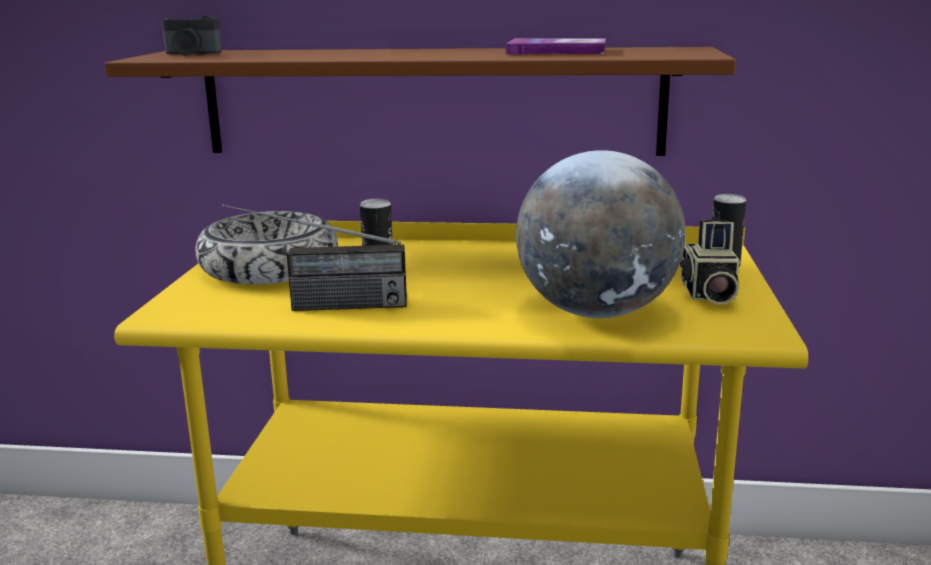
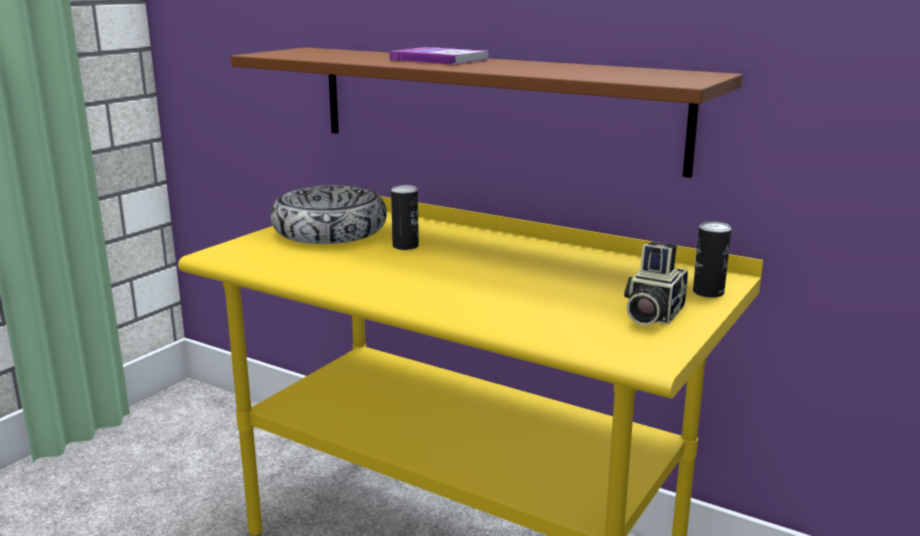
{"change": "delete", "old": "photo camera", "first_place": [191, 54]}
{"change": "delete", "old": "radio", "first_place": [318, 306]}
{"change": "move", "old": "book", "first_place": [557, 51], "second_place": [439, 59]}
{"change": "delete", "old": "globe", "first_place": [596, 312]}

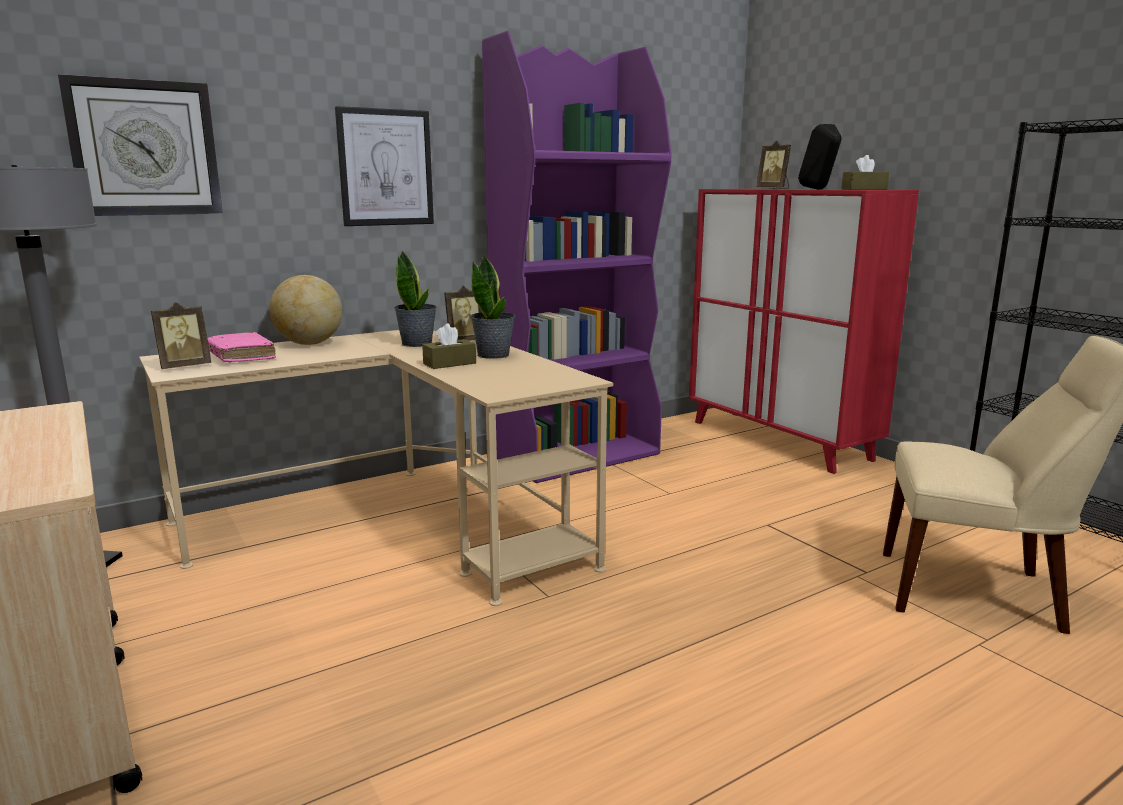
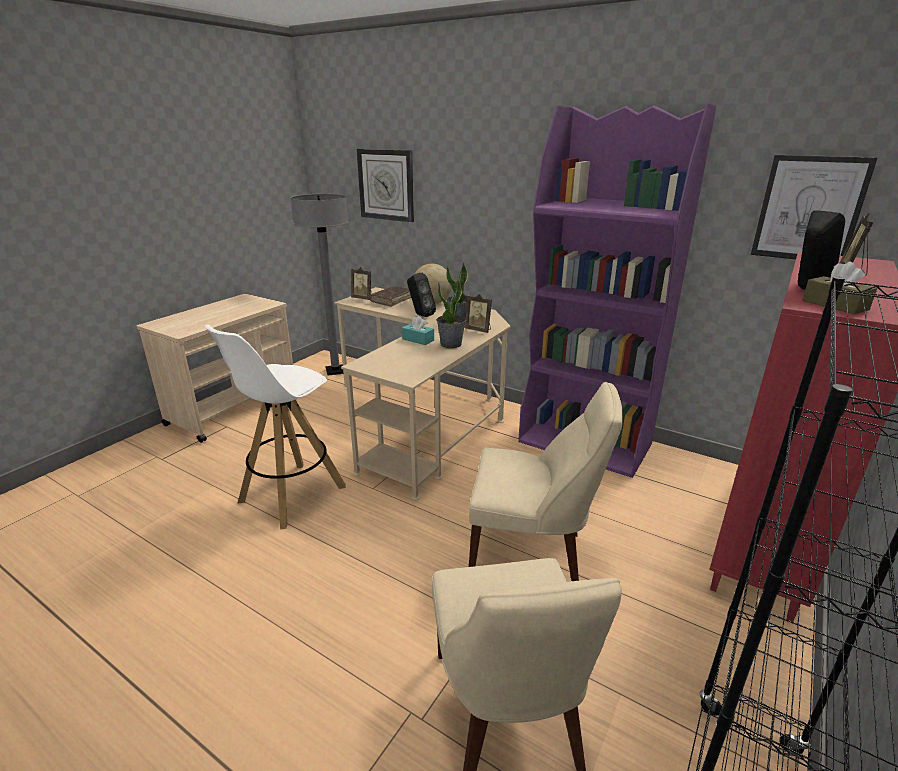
{"change": "recolor", "old": "pink book", "new": "brown book", "first_place": [241, 356], "second_place": [392, 300]}
{"change": "move", "old": "picture", "first_place": [385, 168], "second_place": [809, 209]}
{"change": "recolor", "old": "brown tissue box", "new": "turquoise tissue box", "first_place": [449, 363], "second_place": [418, 340]}
{"change": "insert", "new": "white stool", "second_place": [291, 495]}
{"change": "insert", "new": "black speaker", "second_place": [420, 315]}
{"change": "insert", "new": "beige chair", "second_place": [532, 556]}

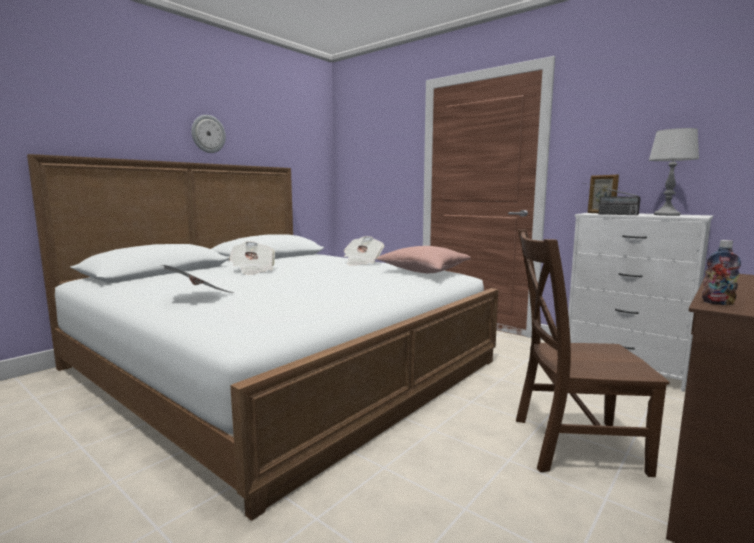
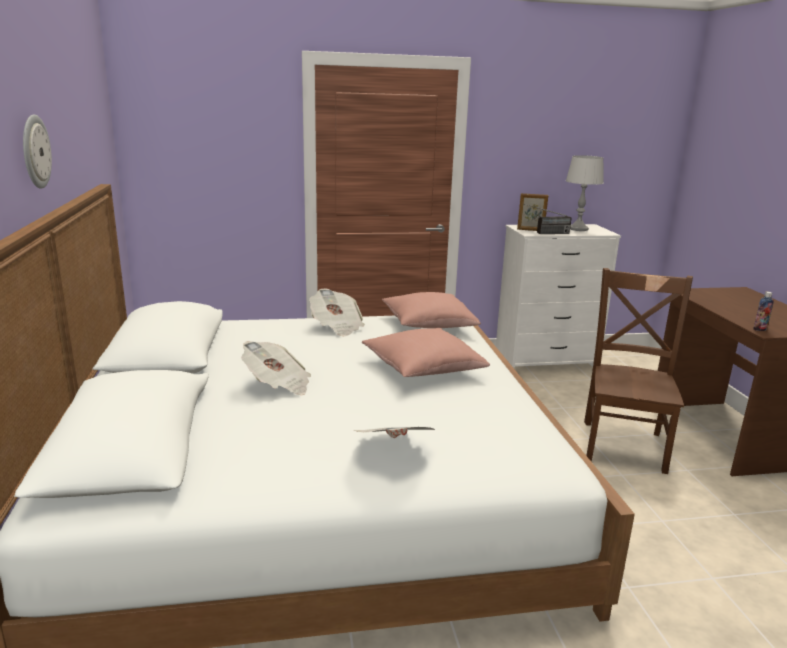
{"change": "rotate", "old": "brown chair", "first_place": [571, 444], "second_place": [624, 444], "degrees": 150}
{"change": "insert", "new": "pink pillow", "second_place": [422, 368]}

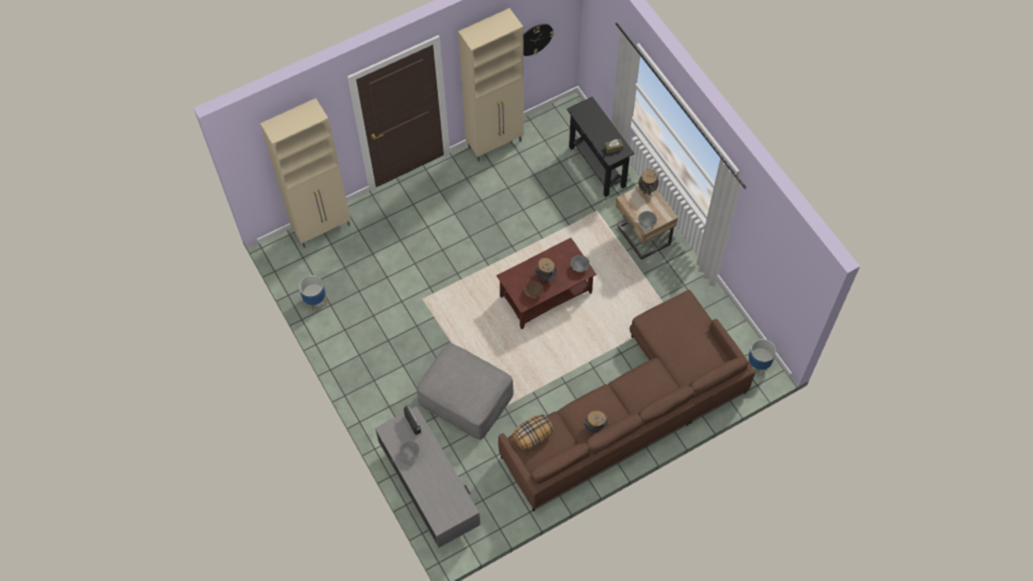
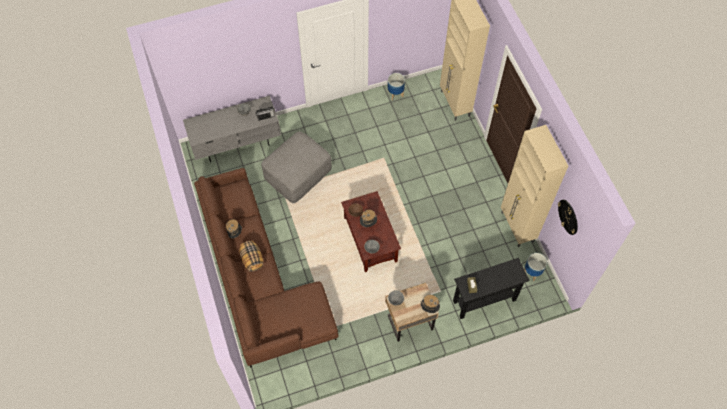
{"change": "move", "old": "pillow", "first_place": [532, 437], "second_place": [252, 259]}
{"change": "move", "old": "planter", "first_place": [758, 364], "second_place": [532, 272]}

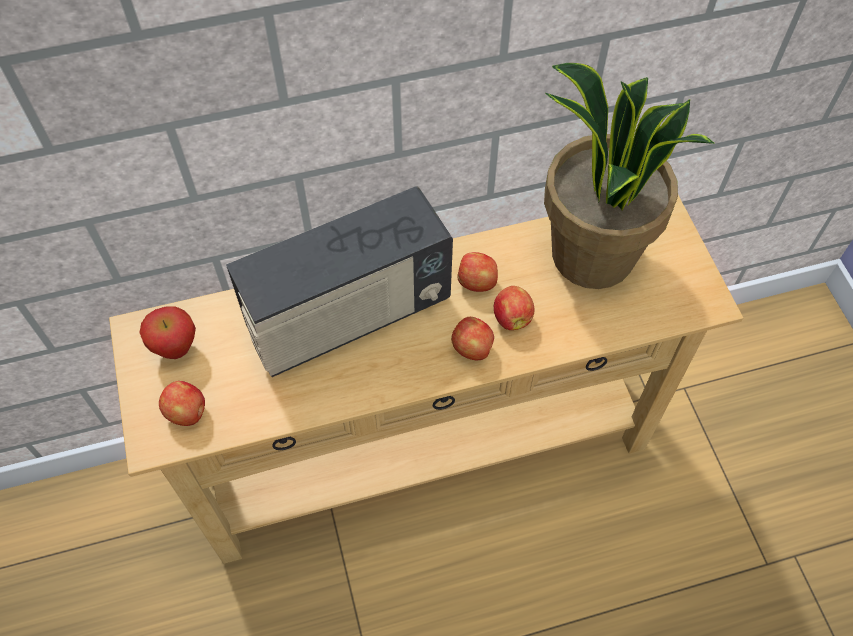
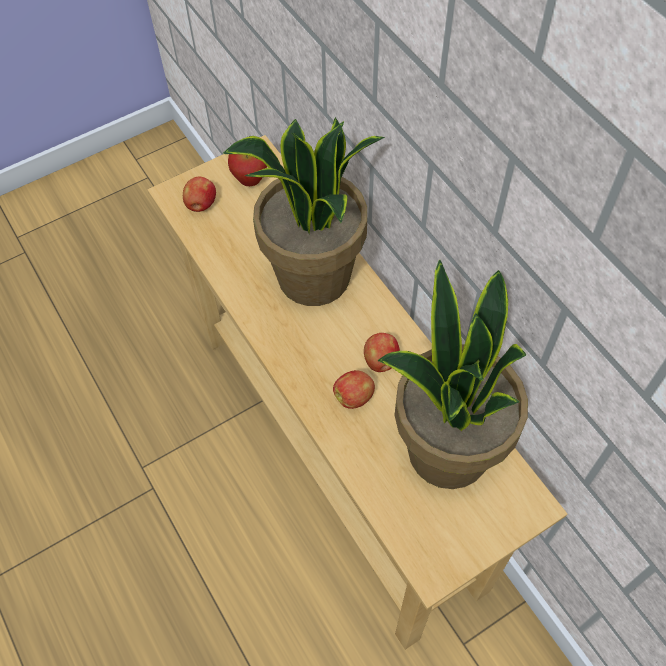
{"change": "replace", "old": "radio", "new": "potted plant", "first_place": [349, 317], "second_place": [314, 278]}
{"change": "delete", "old": "apple", "first_place": [472, 349]}

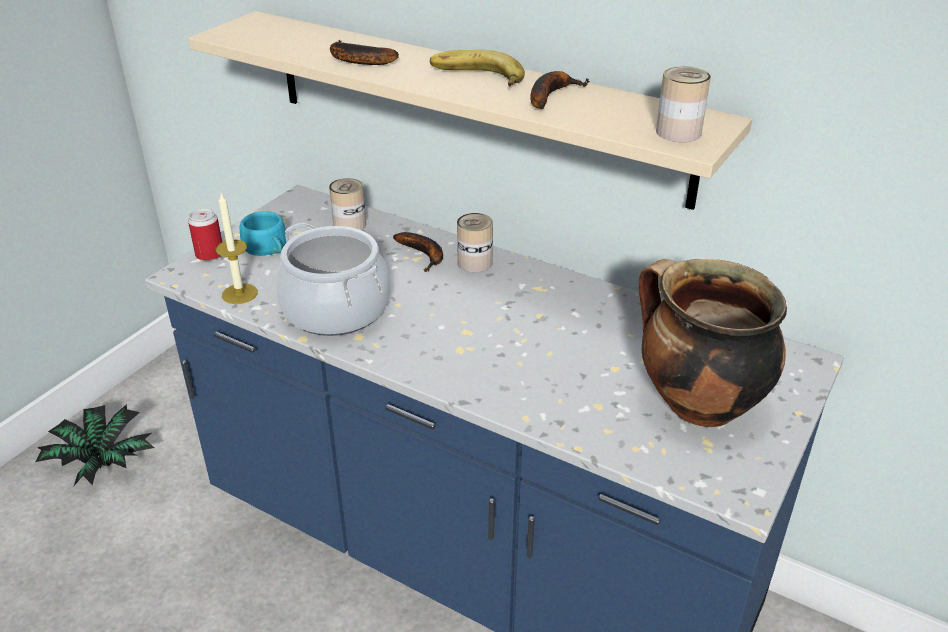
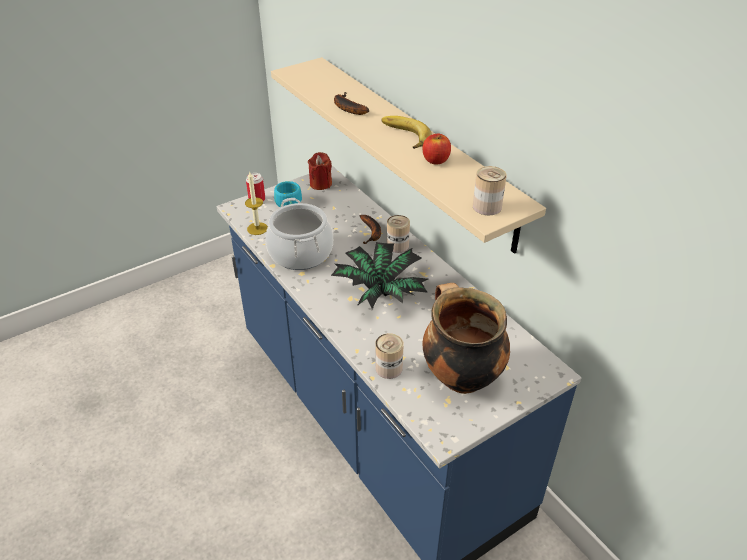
{"change": "move", "old": "potted plant", "first_place": [100, 462], "second_place": [379, 291]}
{"change": "move", "old": "can", "first_place": [349, 225], "second_place": [388, 368]}
{"change": "replace", "old": "banana", "new": "apple", "first_place": [550, 95], "second_place": [435, 160]}
{"change": "insert", "new": "red candle", "second_place": [320, 184]}

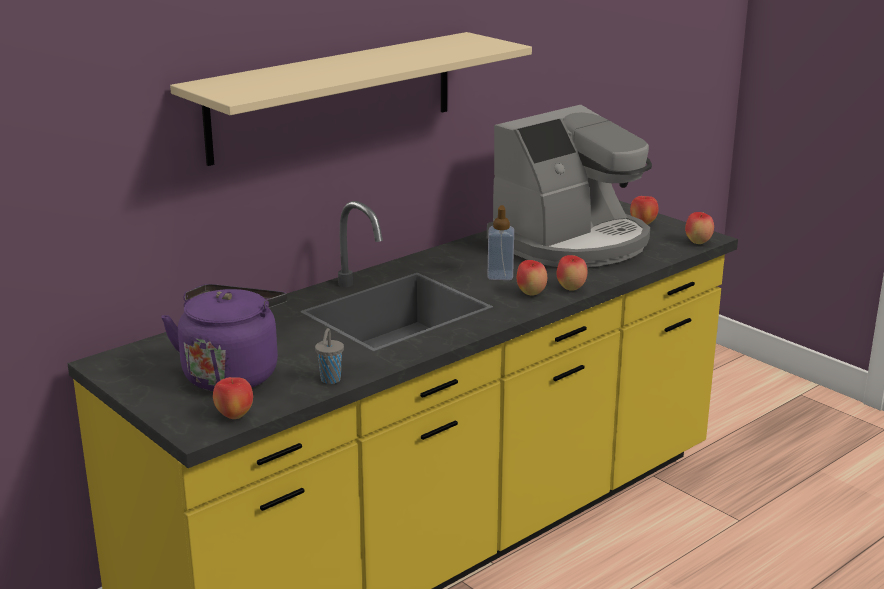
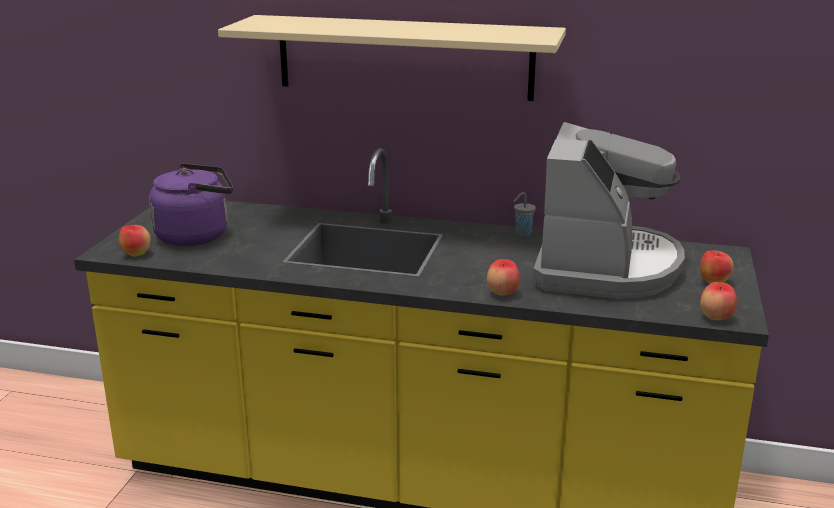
{"change": "move", "old": "grey cup", "first_place": [330, 380], "second_place": [522, 233]}
{"change": "rotate", "old": "coffee machine", "first_place": [572, 243], "second_place": [605, 267], "degrees": -90}
{"change": "delete", "old": "soap dispenser", "first_place": [500, 276]}
{"change": "delete", "old": "apple", "first_place": [531, 293]}

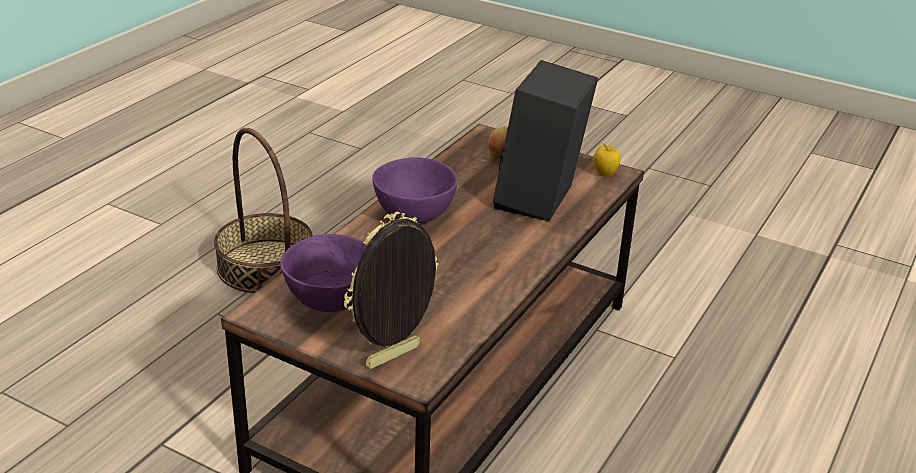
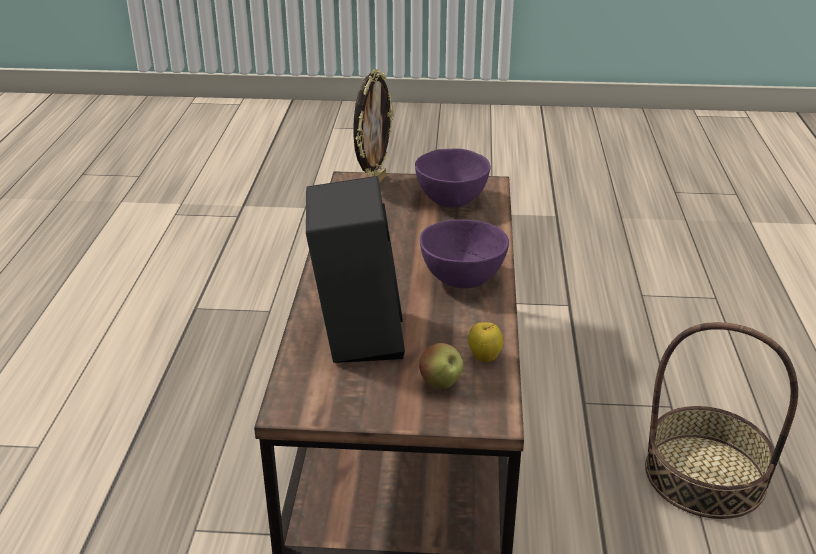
{"change": "move", "old": "apple", "first_place": [604, 174], "second_place": [484, 358]}

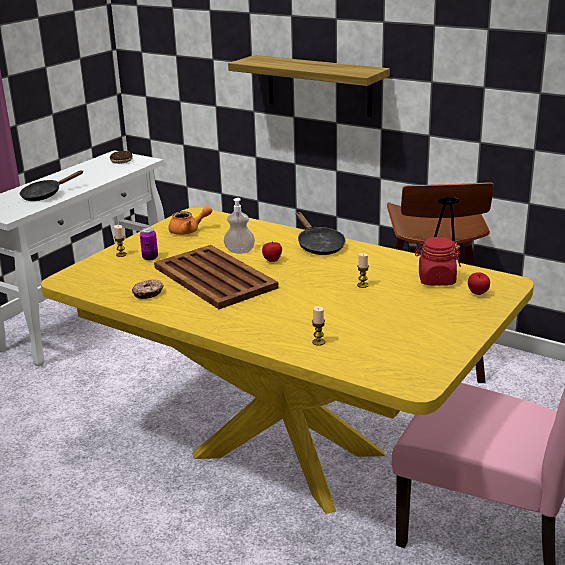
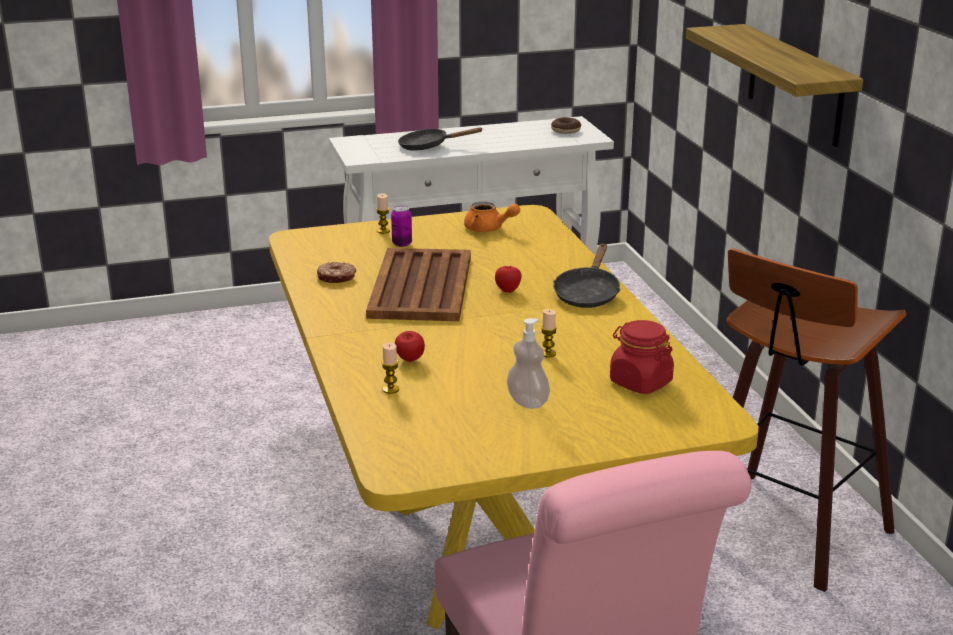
{"change": "move", "old": "soap dispenser", "first_place": [239, 251], "second_place": [527, 402]}
{"change": "move", "old": "apple", "first_place": [478, 294], "second_place": [409, 361]}

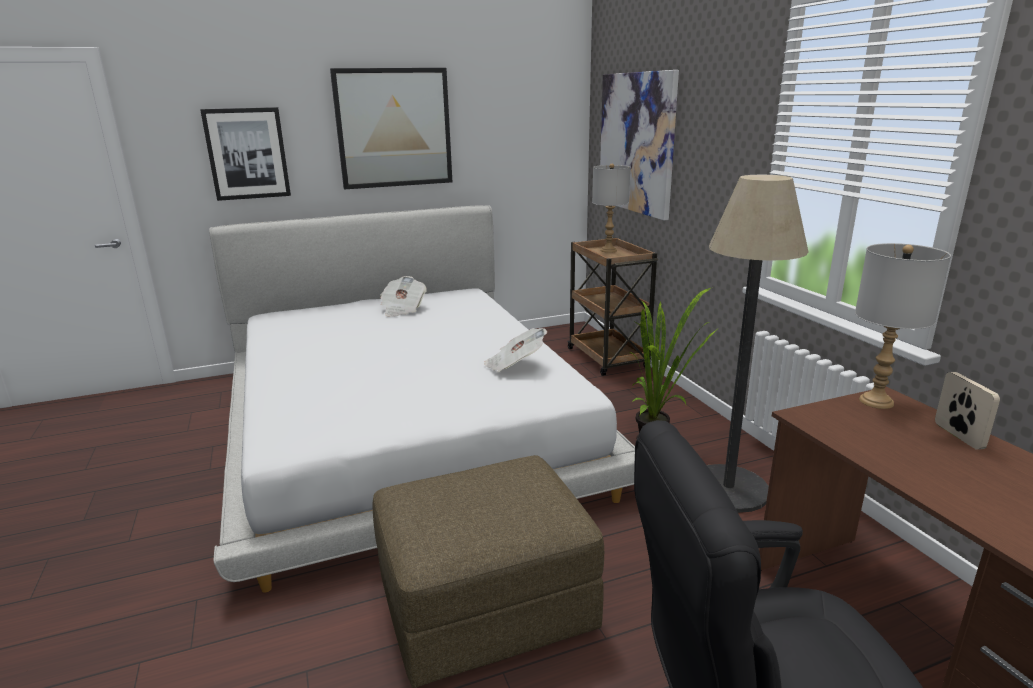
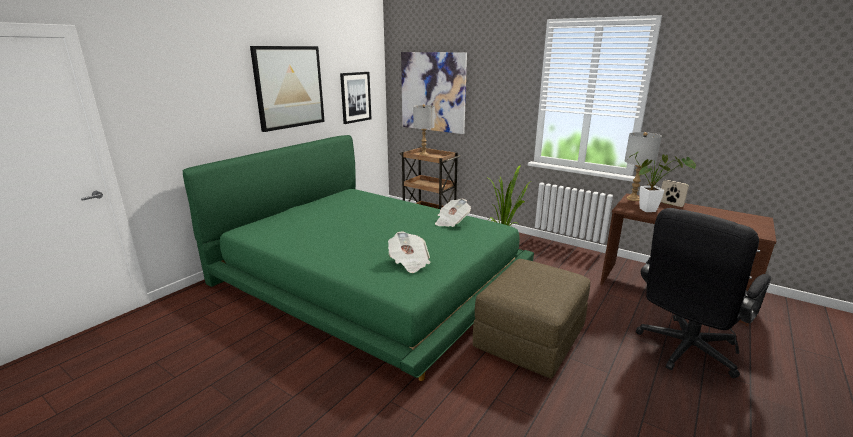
{"change": "move", "old": "picture", "first_place": [247, 154], "second_place": [355, 97]}
{"change": "recolor", "old": "white bed", "new": "green bed", "first_place": [404, 425], "second_place": [370, 279]}
{"change": "move", "old": "newspaper", "first_place": [402, 309], "second_place": [409, 262]}
{"change": "delete", "old": "floor lamp", "first_place": [728, 488]}
{"change": "insert", "new": "potted plant", "second_place": [651, 210]}

